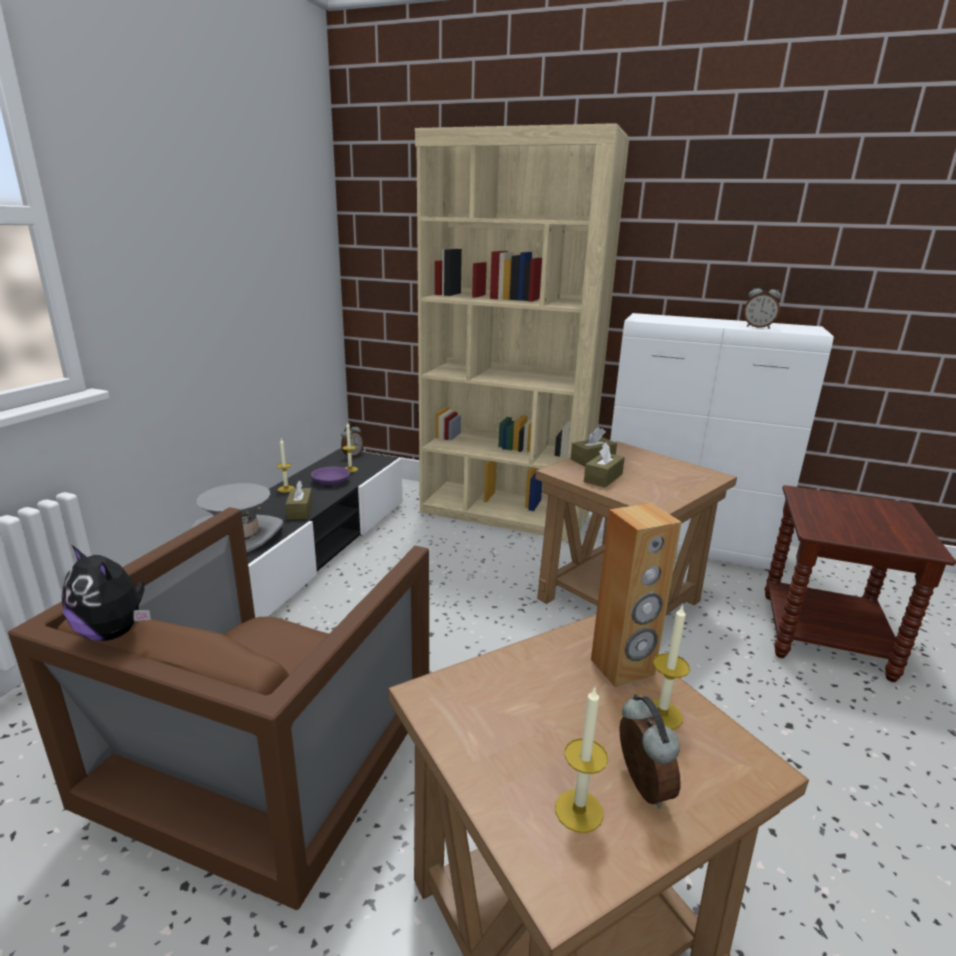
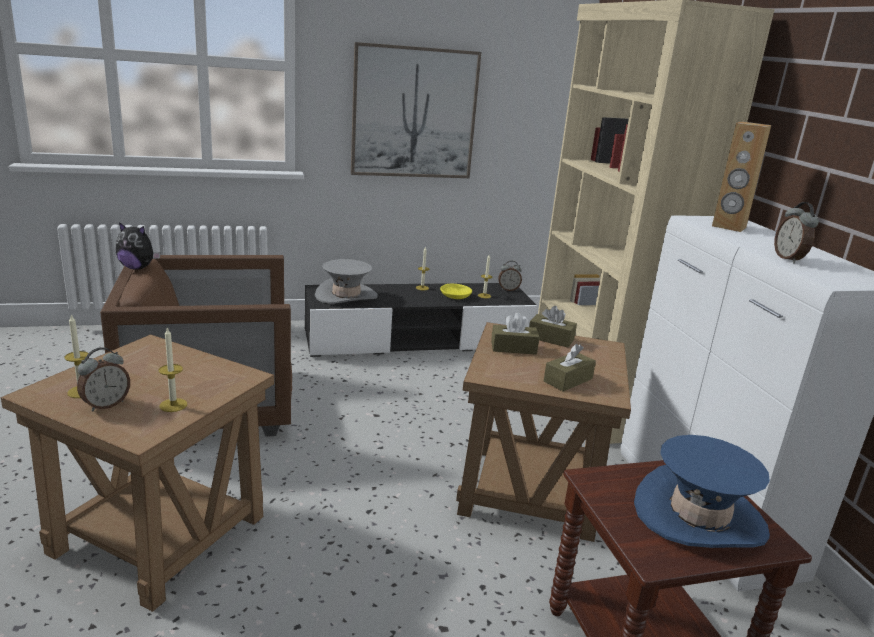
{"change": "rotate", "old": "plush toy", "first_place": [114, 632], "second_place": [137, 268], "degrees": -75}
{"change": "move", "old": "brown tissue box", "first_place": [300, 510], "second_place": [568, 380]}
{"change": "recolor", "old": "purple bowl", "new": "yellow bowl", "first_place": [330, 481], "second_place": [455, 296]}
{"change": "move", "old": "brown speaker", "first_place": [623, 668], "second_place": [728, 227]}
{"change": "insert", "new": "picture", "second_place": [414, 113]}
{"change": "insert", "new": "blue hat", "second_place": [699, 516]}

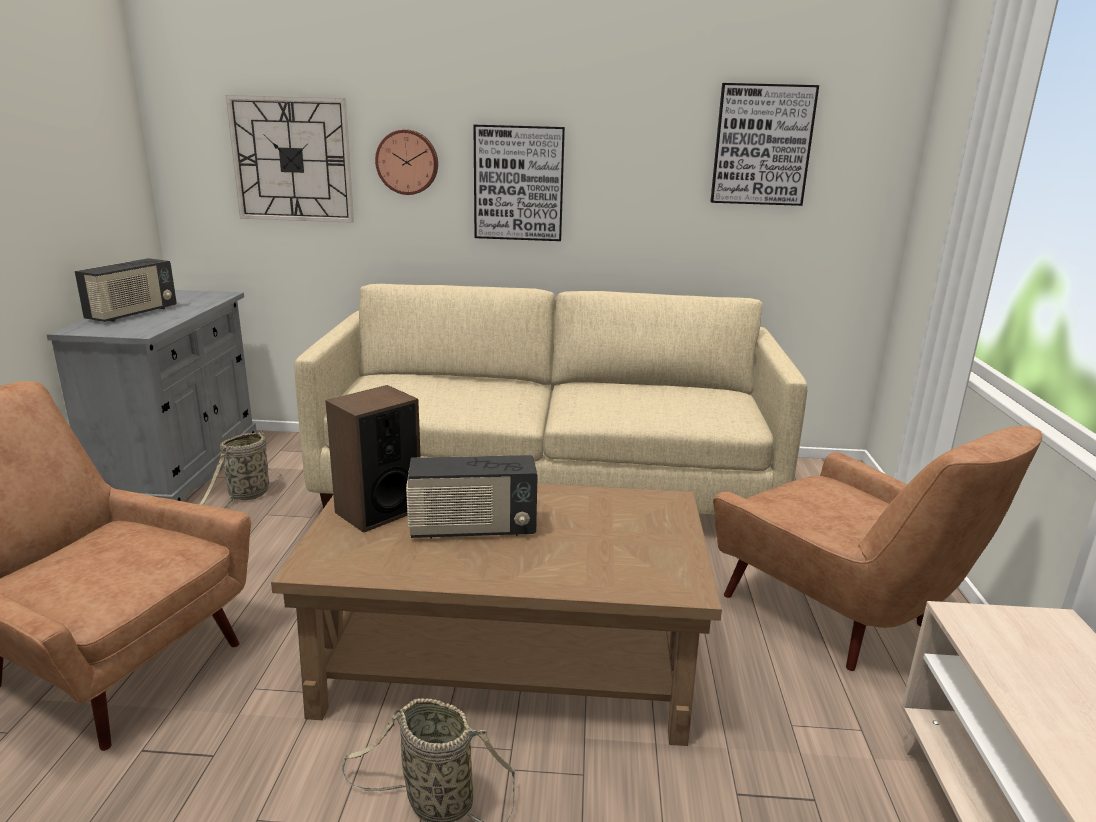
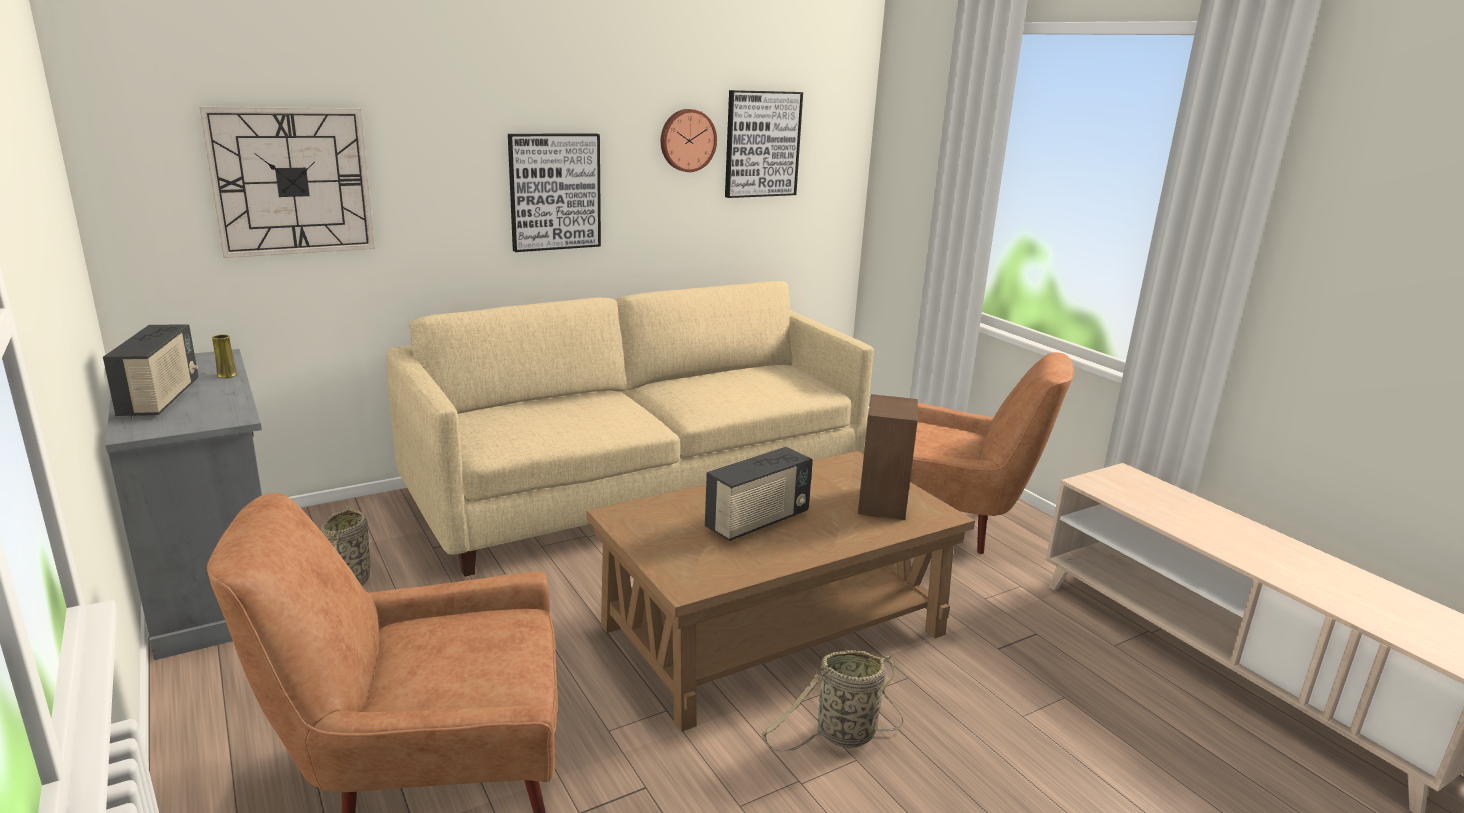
{"change": "move", "old": "speaker", "first_place": [378, 511], "second_place": [881, 503]}
{"change": "move", "old": "wall clock", "first_place": [407, 162], "second_place": [687, 140]}
{"change": "insert", "new": "yellow vase", "second_place": [227, 375]}

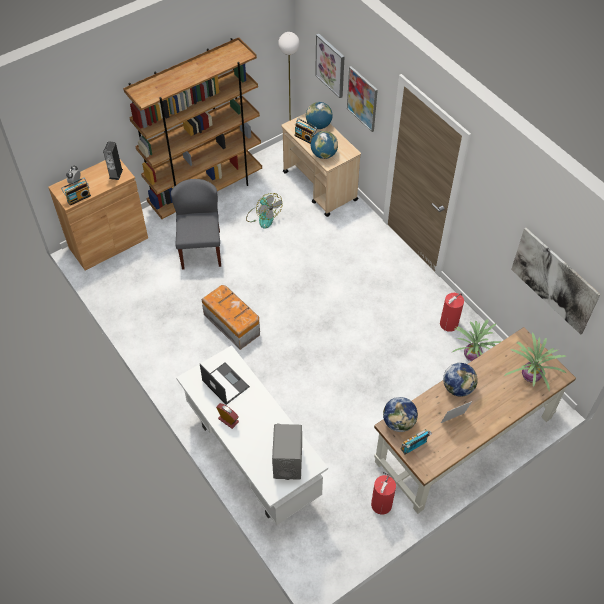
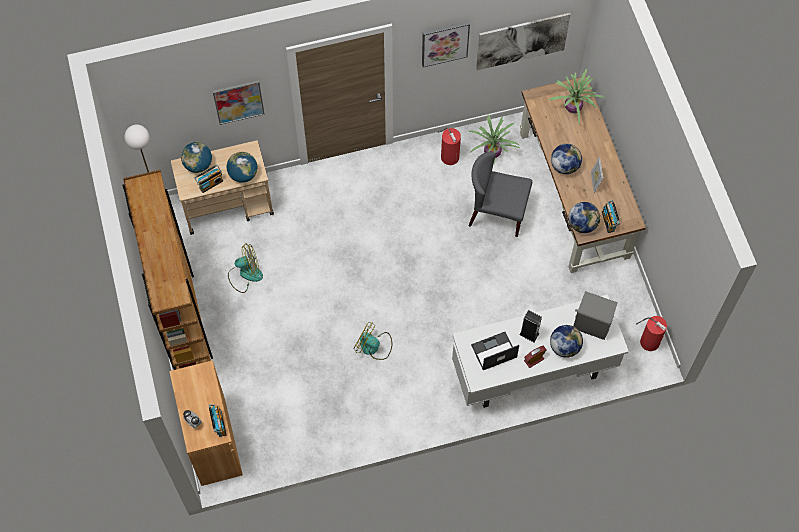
{"change": "move", "old": "speaker", "first_place": [116, 174], "second_place": [529, 334]}
{"change": "move", "old": "grey chair", "first_place": [200, 249], "second_place": [497, 213]}
{"change": "replace", "old": "storage box", "new": "fan", "first_place": [232, 323], "second_place": [373, 346]}
{"change": "move", "old": "picture", "first_place": [330, 65], "second_place": [445, 43]}
{"change": "move", "old": "fire extinguisher", "first_place": [382, 503], "second_place": [649, 341]}
{"change": "insert", "new": "globe", "second_place": [564, 347]}

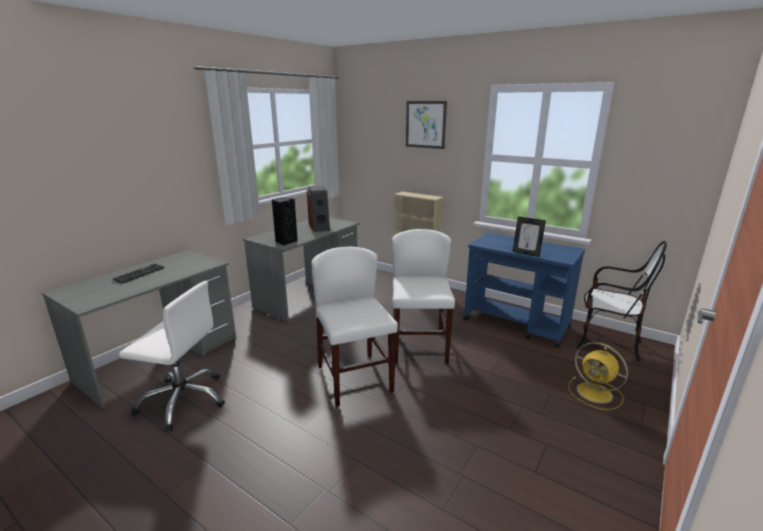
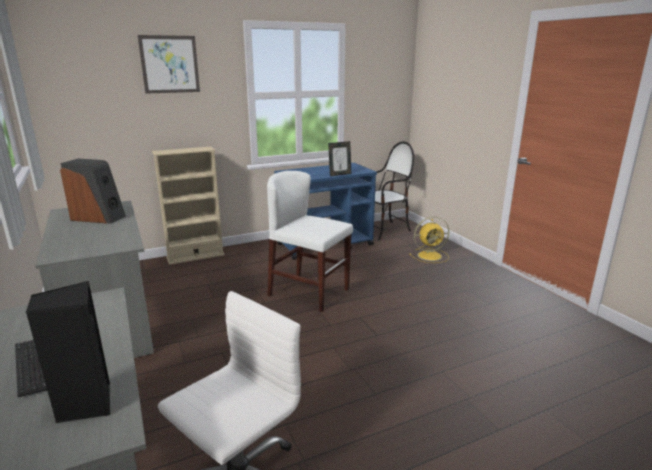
{"change": "move", "old": "black speaker", "first_place": [285, 241], "second_place": [85, 405]}
{"change": "delete", "old": "white chair", "first_place": [354, 378]}

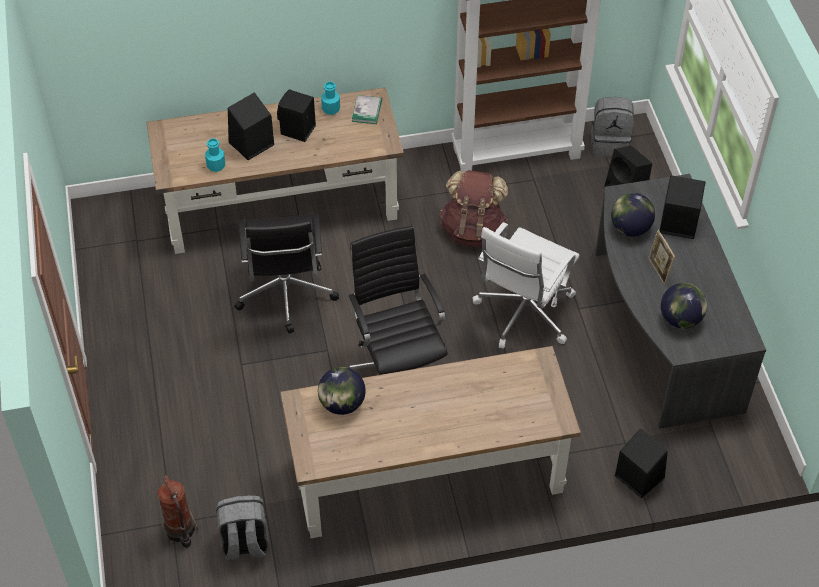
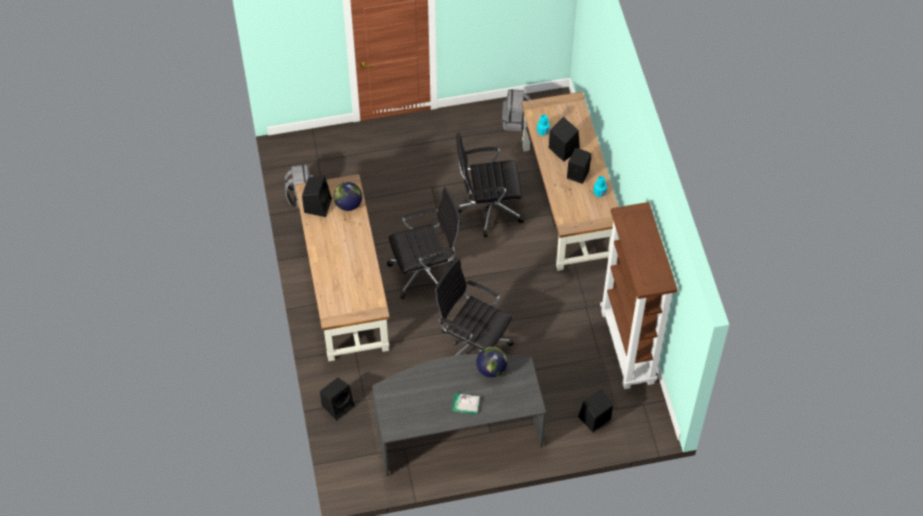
{"change": "delete", "old": "fire extinguisher", "first_place": [180, 531]}
{"change": "move", "old": "book", "first_place": [367, 111], "second_place": [465, 404]}
{"change": "delete", "old": "brown backpack", "first_place": [473, 230]}
{"change": "recolor", "old": "white office chair", "new": "black office chair", "first_place": [523, 314], "second_place": [472, 345]}
{"change": "move", "old": "grey backpack", "first_place": [610, 143], "second_place": [516, 121]}
{"change": "delete", "old": "picture frame", "first_place": [658, 271]}
{"change": "move", "old": "black speaker", "first_place": [677, 223], "second_place": [318, 205]}
{"change": "delete", "old": "globe", "first_place": [681, 319]}

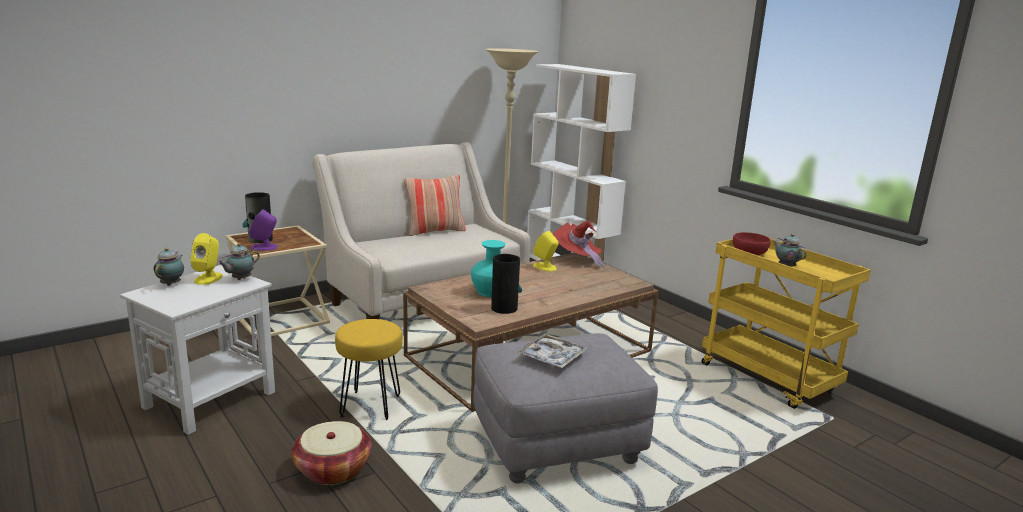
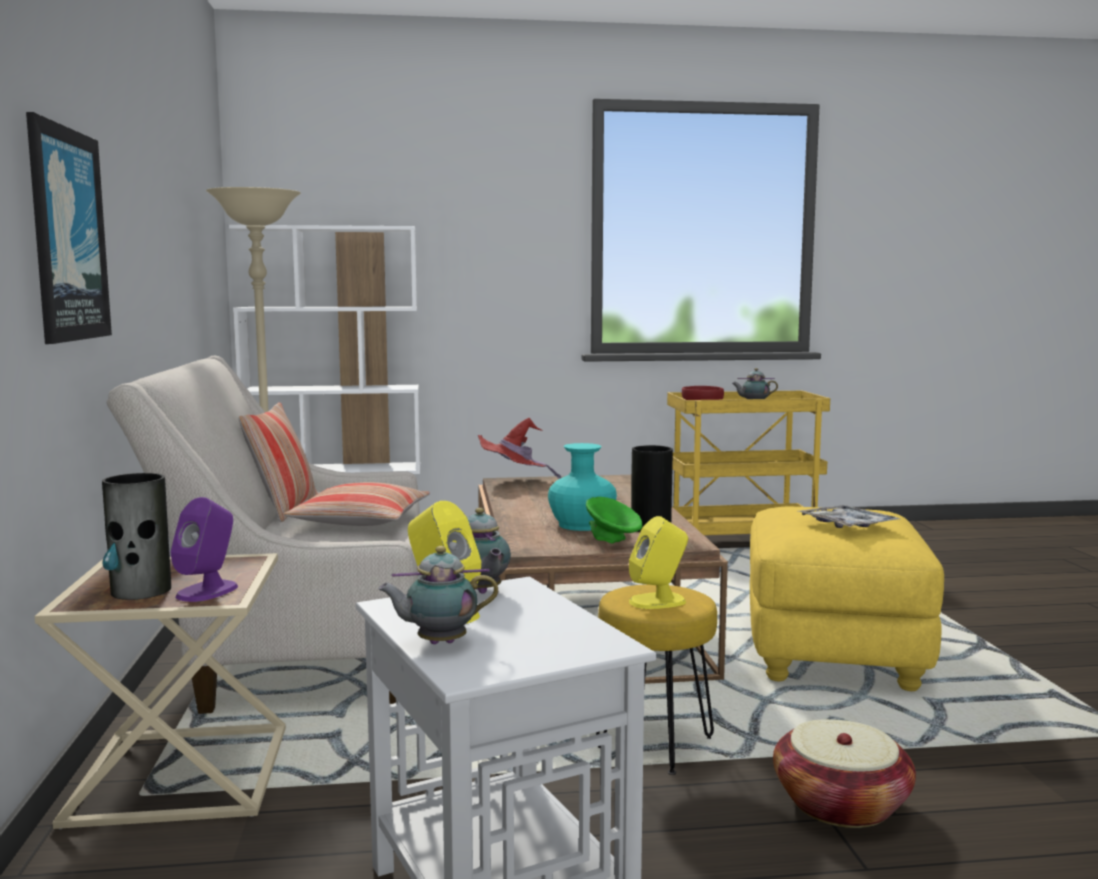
{"change": "rotate", "old": "teapot", "first_place": [172, 284], "second_place": [438, 643], "degrees": -45}
{"change": "recolor", "old": "grey ottoman", "new": "yellow ottoman", "first_place": [557, 446], "second_place": [834, 654]}
{"change": "move", "old": "yellow speaker", "first_place": [545, 267], "second_place": [658, 601]}
{"change": "insert", "new": "picture", "second_place": [66, 235]}
{"change": "insert", "new": "pillow", "second_place": [360, 521]}
{"change": "insert", "new": "green bowl", "second_place": [613, 542]}

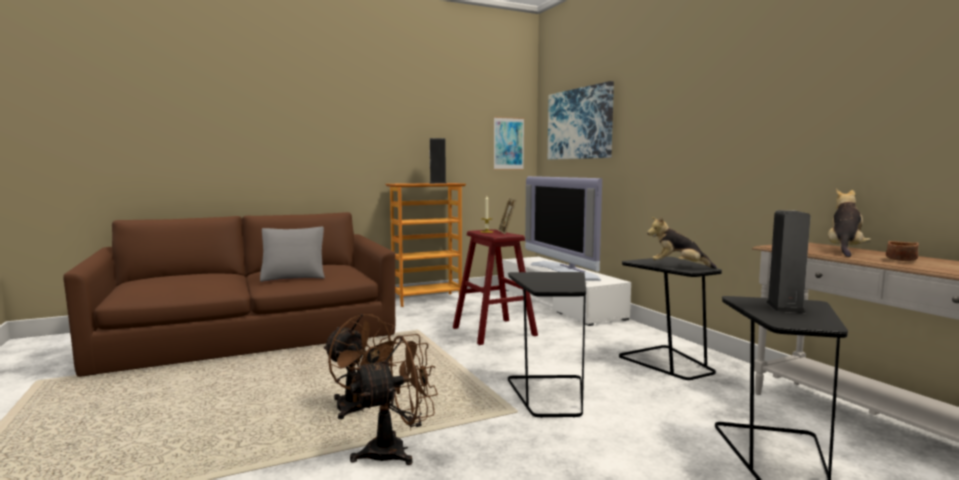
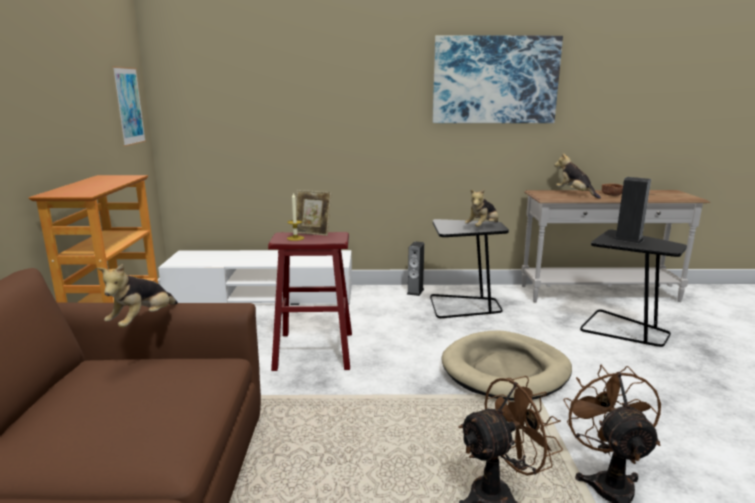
{"change": "delete", "old": "grey pillow", "first_place": [294, 277]}
{"change": "move", "old": "speaker", "first_place": [438, 183], "second_place": [415, 291]}
{"change": "replace", "old": "black side table", "new": "beige dog bed", "first_place": [549, 395], "second_place": [505, 370]}
{"change": "delete", "old": "television", "first_place": [565, 271]}
{"change": "move", "old": "picture", "first_place": [579, 124], "second_place": [495, 80]}
{"change": "insert", "new": "plush toy", "second_place": [143, 321]}

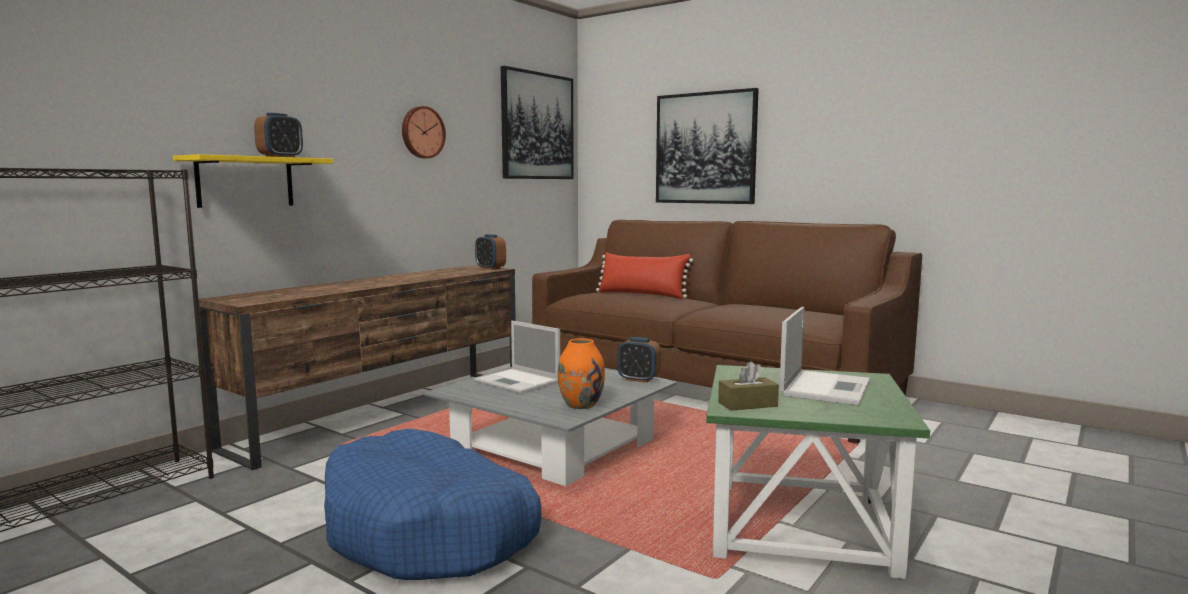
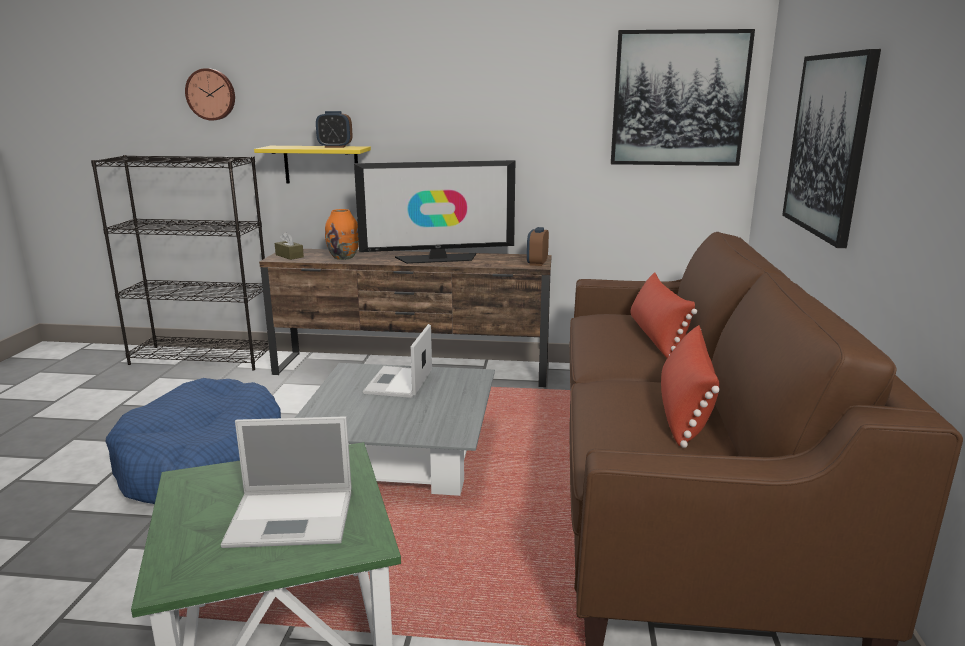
{"change": "move", "old": "wall clock", "first_place": [422, 132], "second_place": [211, 94]}
{"change": "move", "old": "orange vase", "first_place": [581, 405], "second_place": [344, 257]}
{"change": "delete", "old": "alarm clock", "first_place": [638, 379]}
{"change": "move", "old": "brown tissue box", "first_place": [747, 404], "second_place": [289, 256]}
{"change": "insert", "new": "television", "second_place": [438, 259]}
{"change": "insert", "new": "red pillow", "second_place": [684, 411]}

